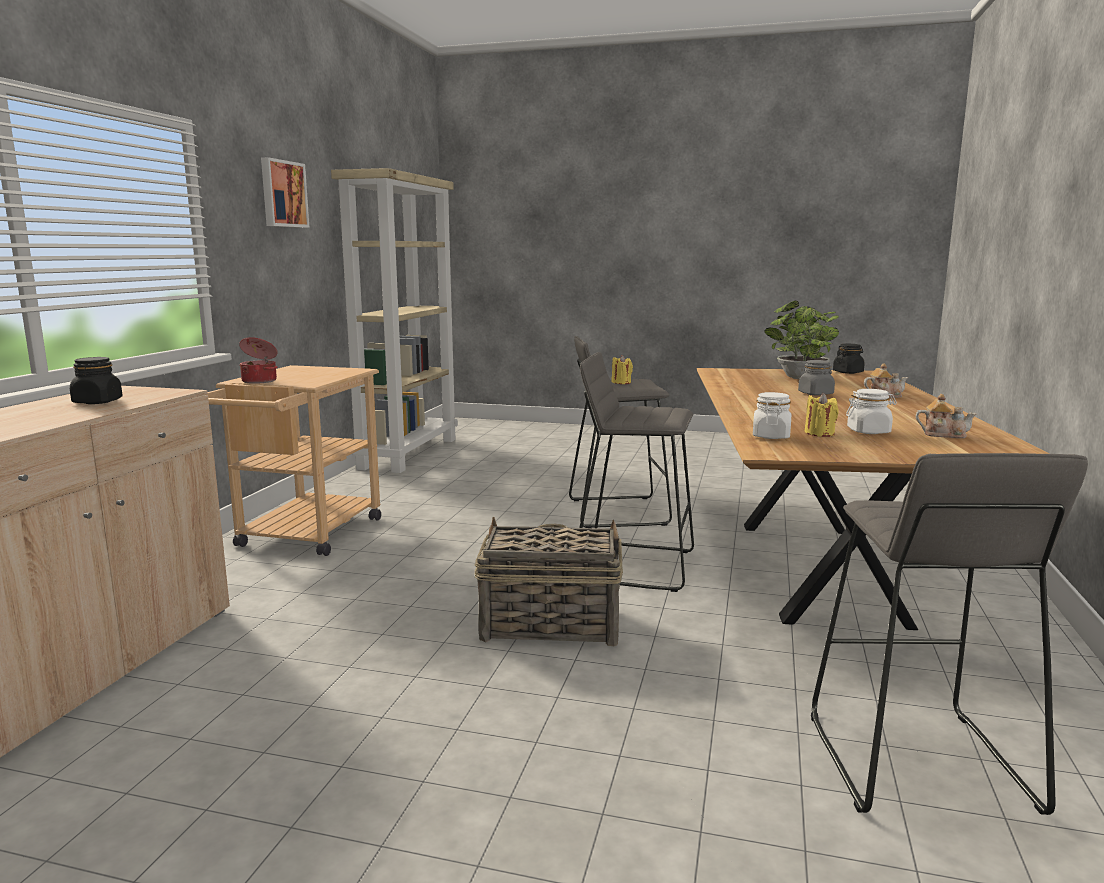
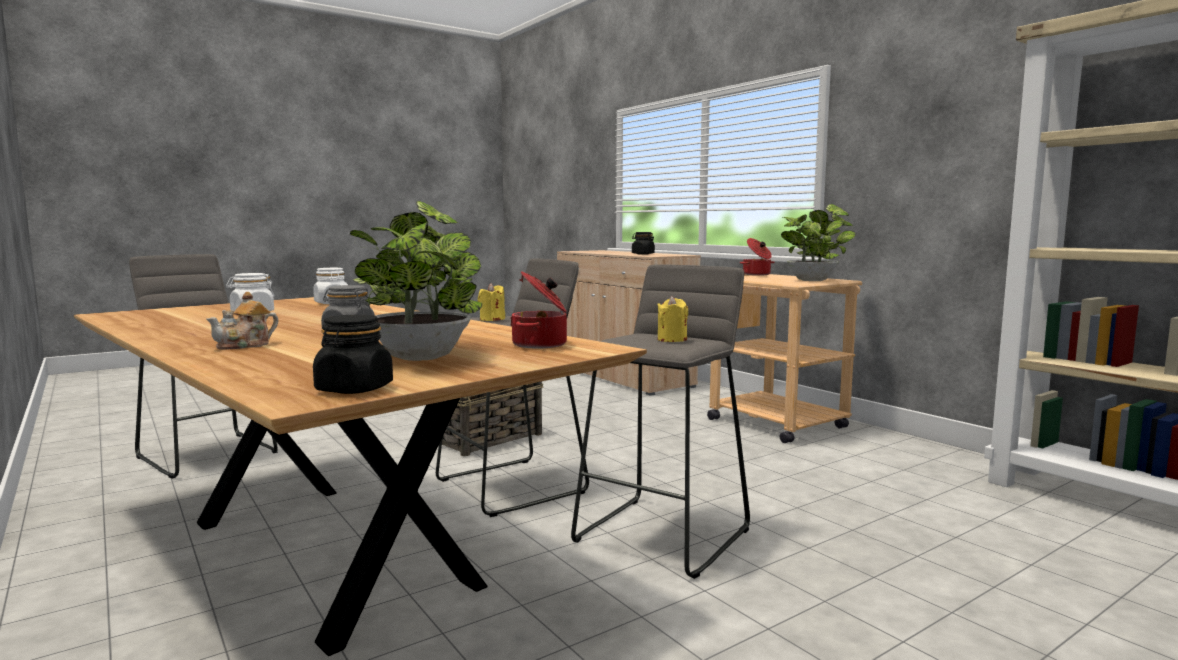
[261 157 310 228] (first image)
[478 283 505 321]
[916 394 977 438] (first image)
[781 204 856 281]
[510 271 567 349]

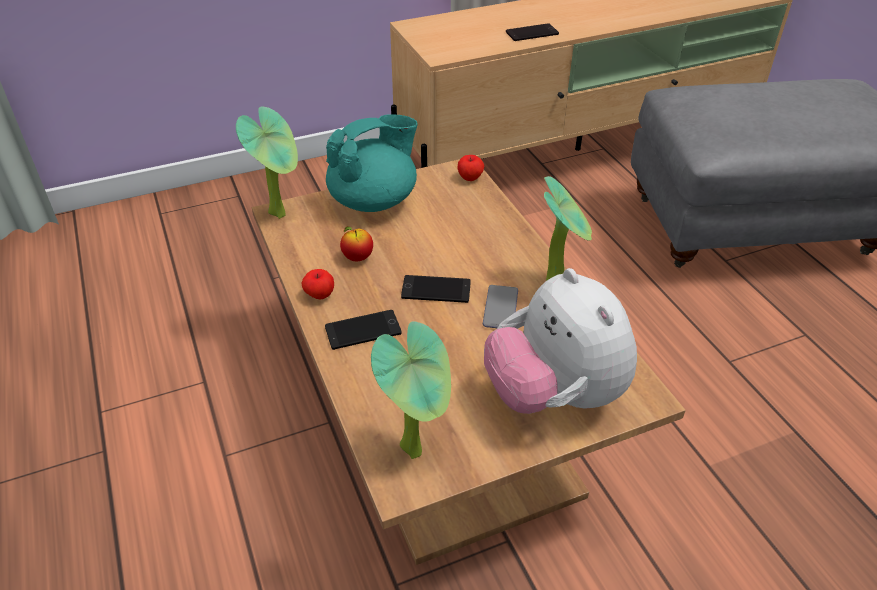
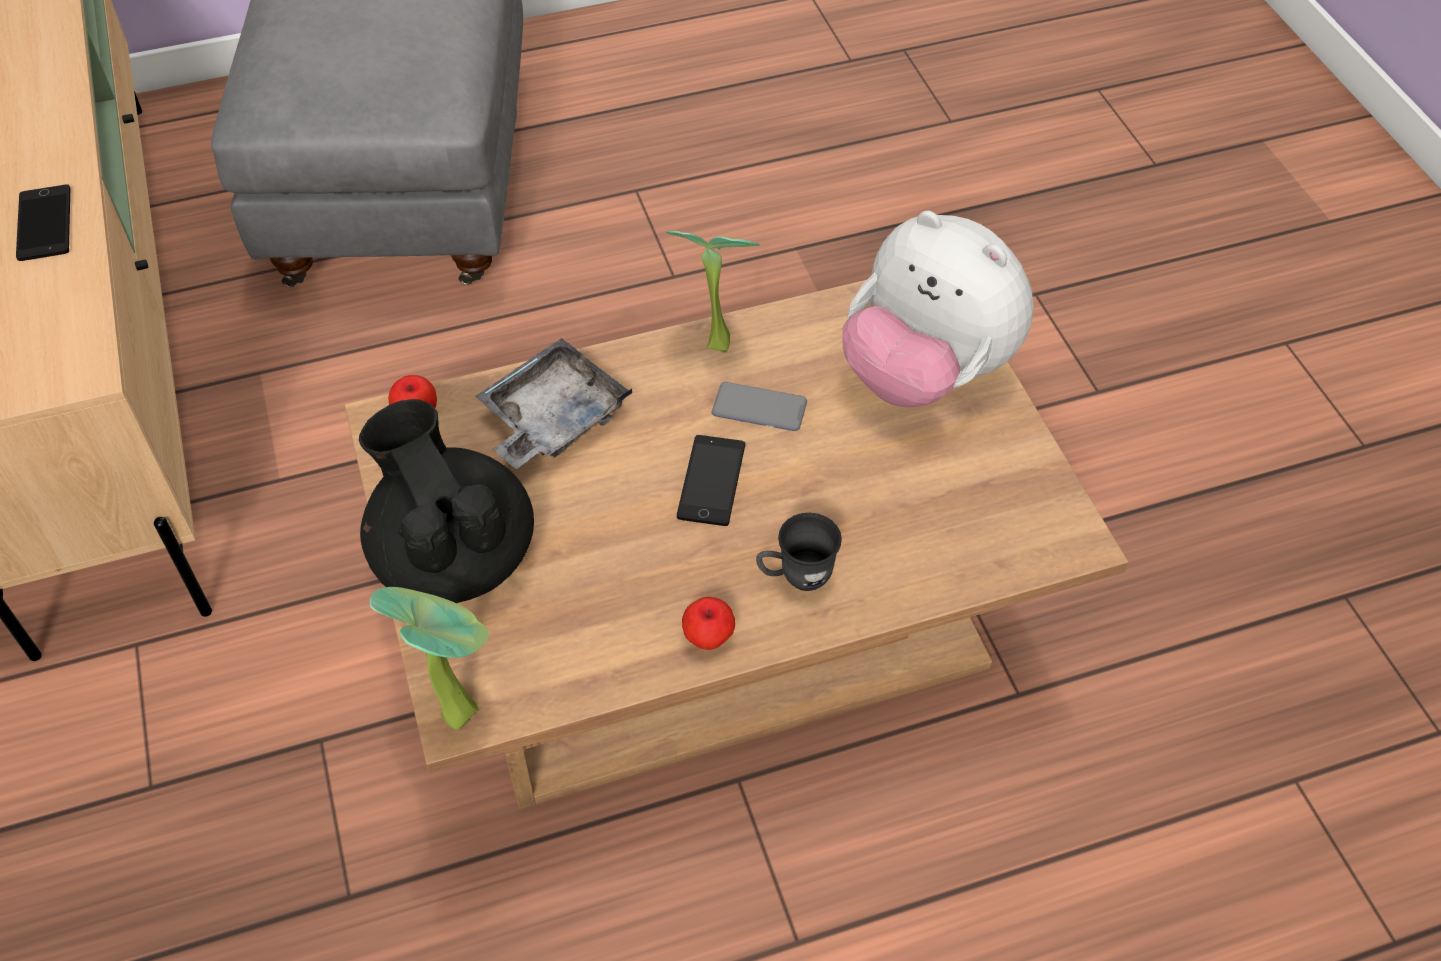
[359 399 534 603]
[340 226 373 261] (first image)
[842 211 1034 407]
[756 513 842 591]
[371 321 451 459] (first image)
[475 338 632 469]

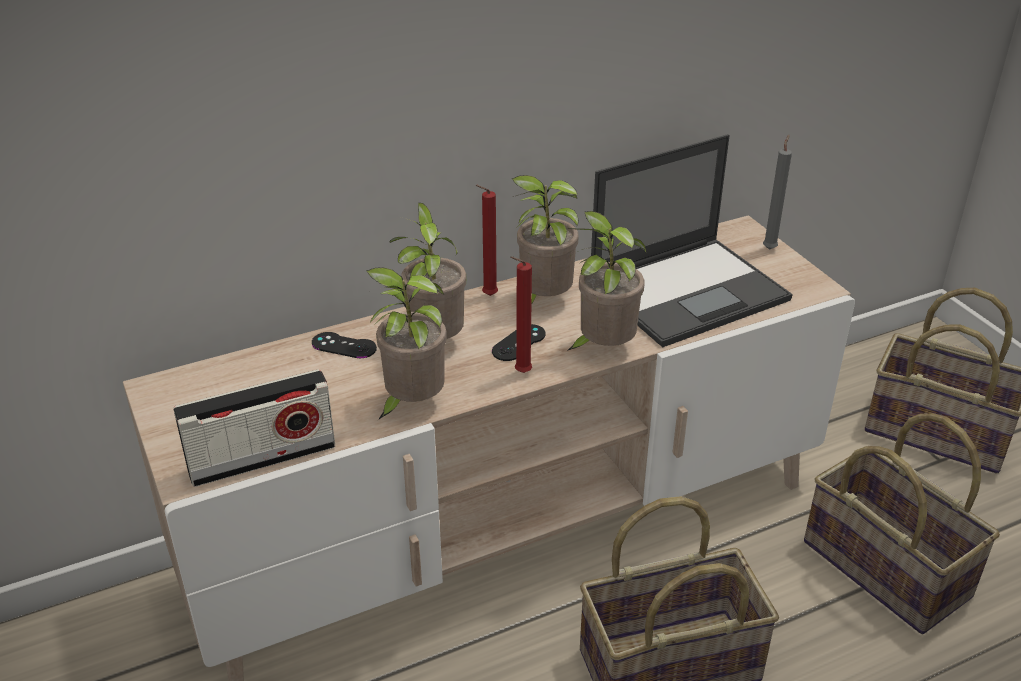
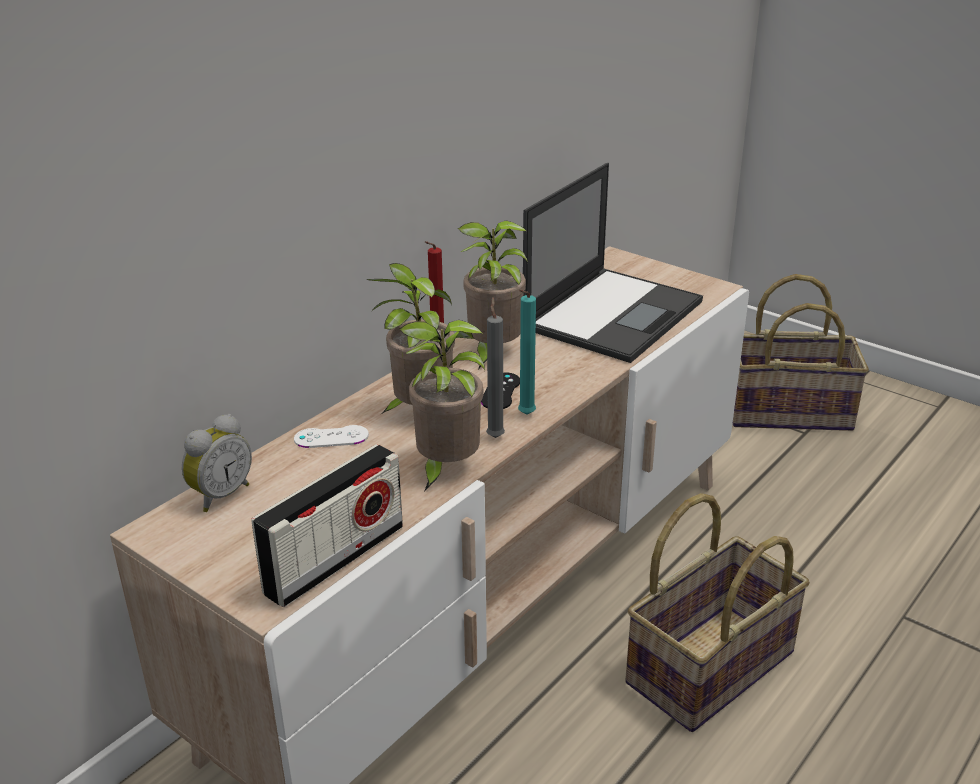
[486 298 505 438]
[567 211 647 351] (first image)
[518 289 536 415]
[294 425 369 448]
[804 413 1000 634] (first image)
[182 414 252 512]

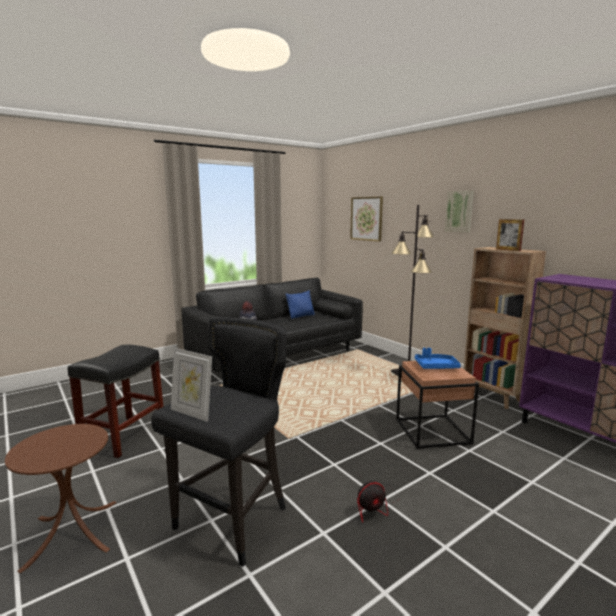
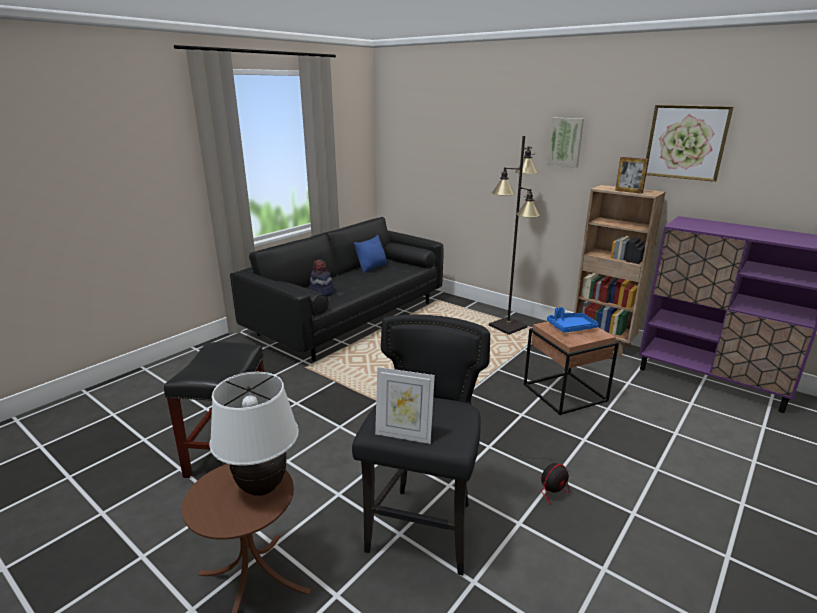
[646 105 733 182]
[210 372 299 496]

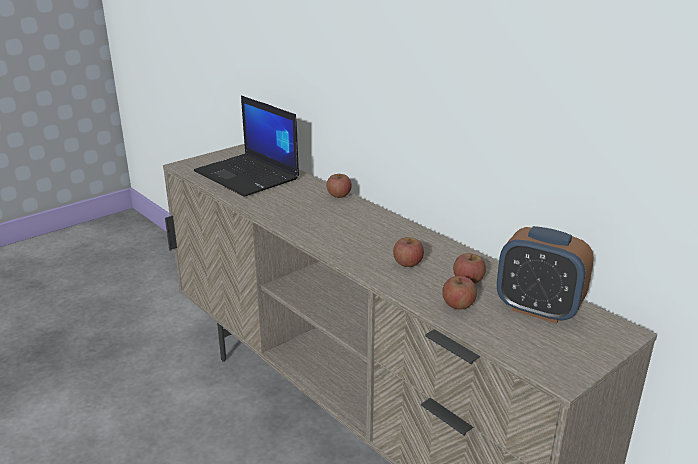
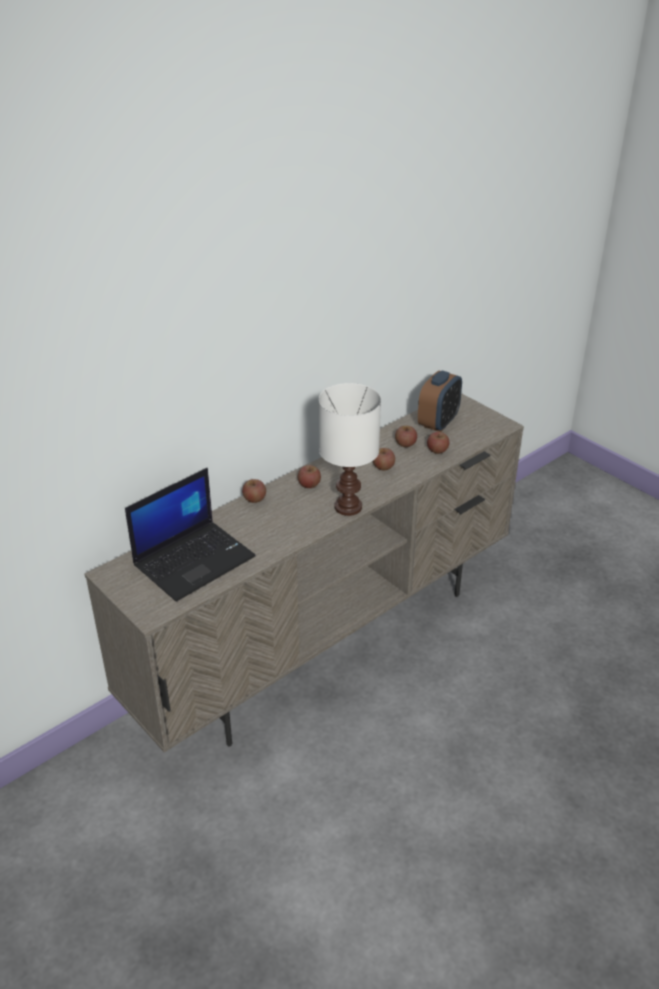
[319 383 381 516]
[298 465 321 488]

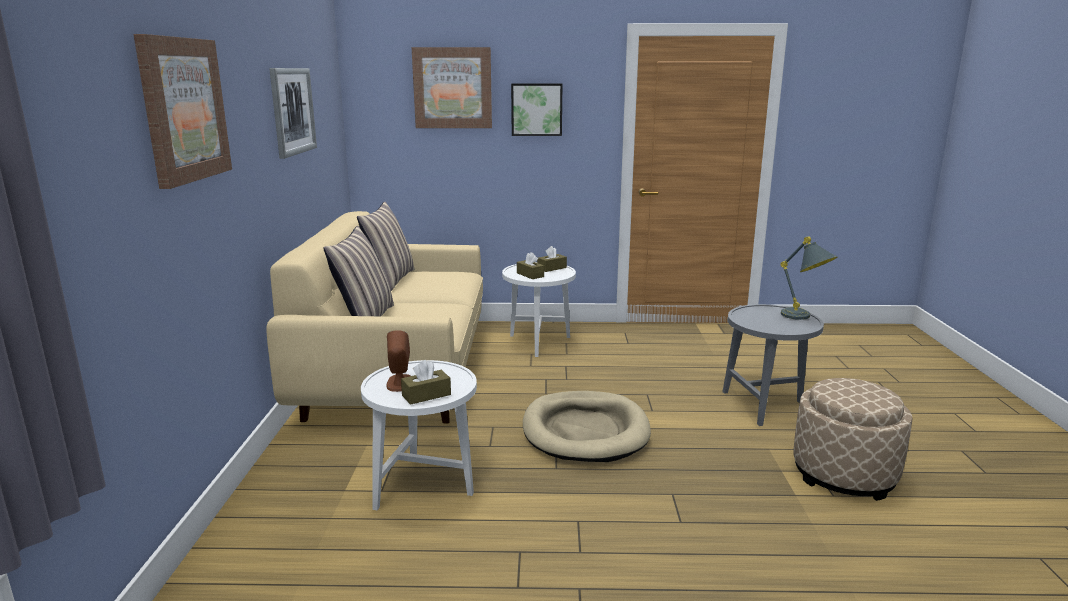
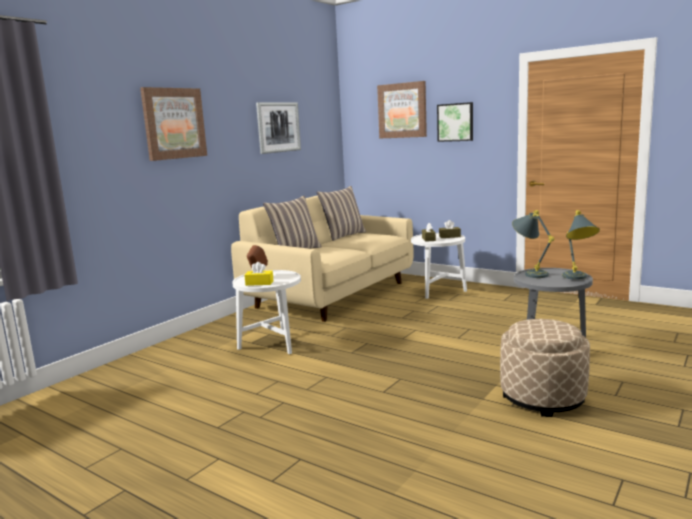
[244 262 273 286]
[523 391 651 462] (first image)
[512 210 554 278]

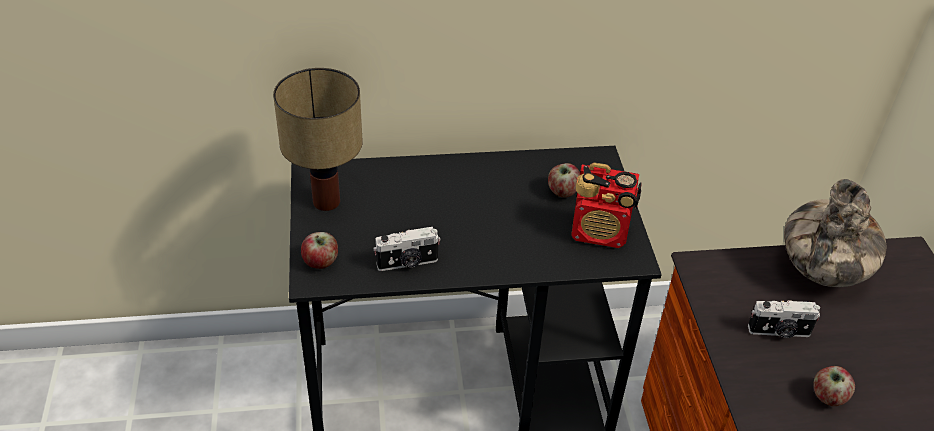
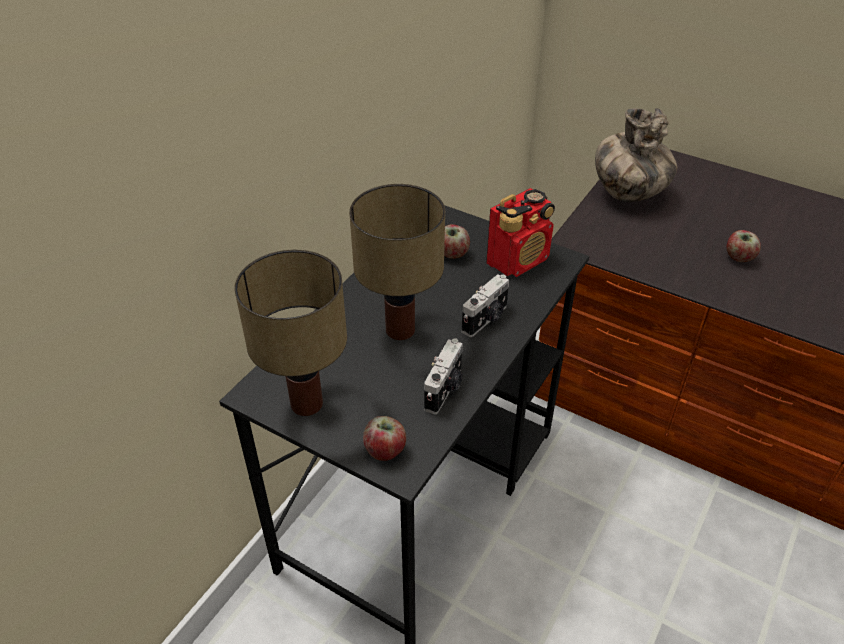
[462 274 509 337]
[349 184 445 340]

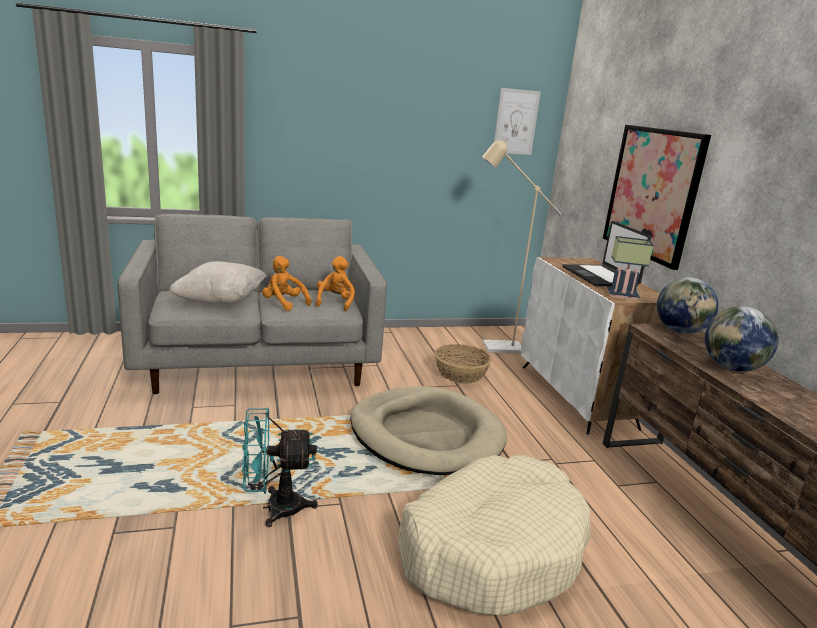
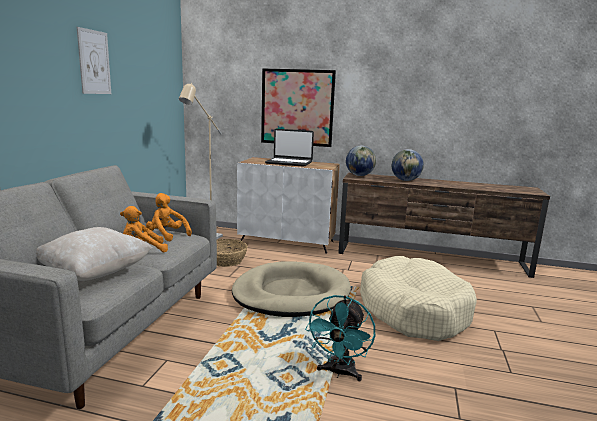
[77 27 111 94]
[606 236 654 300] (first image)

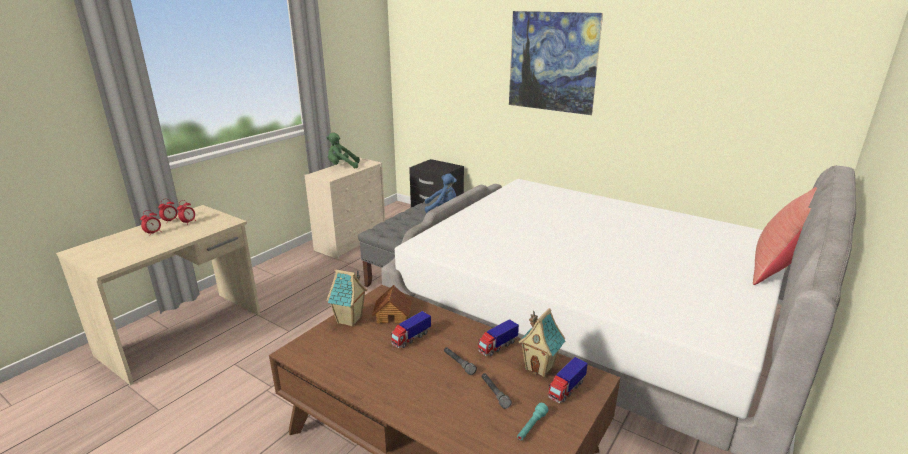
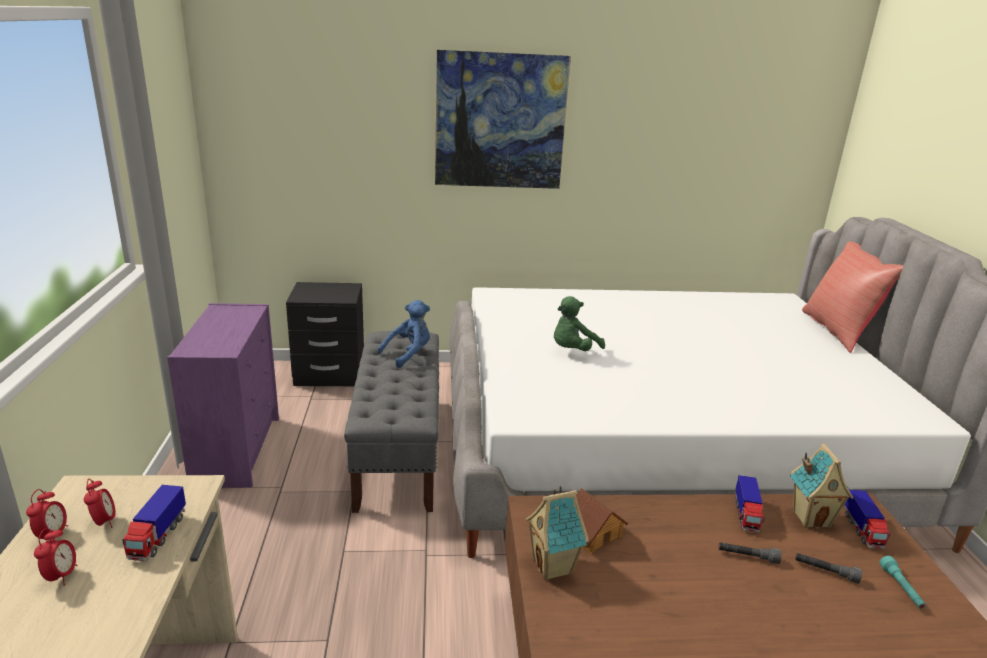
[554 296 605 351]
[167 303 279 488]
[122 485 186 561]

